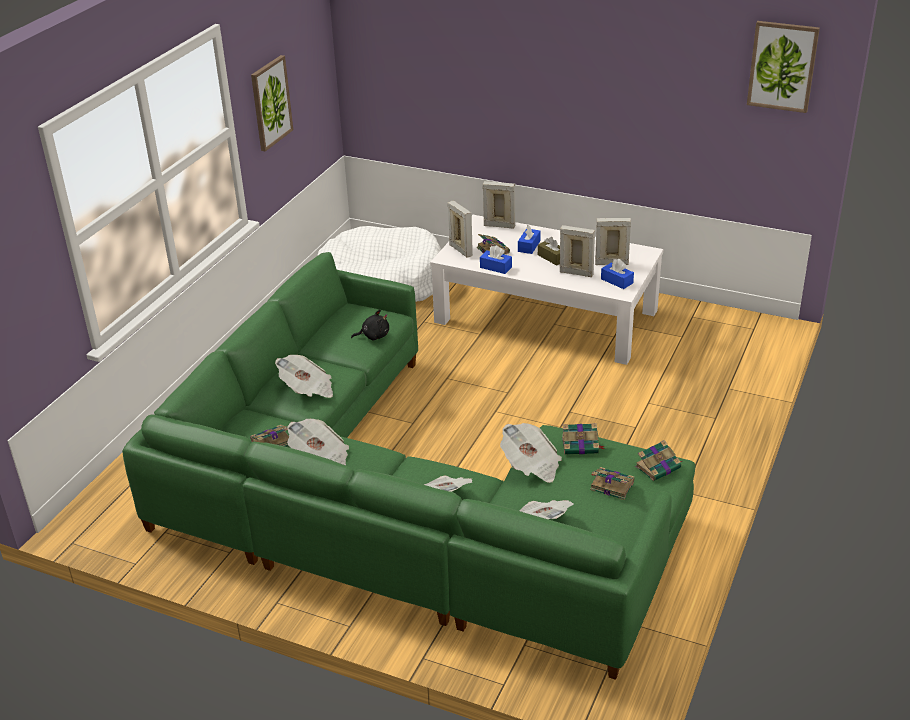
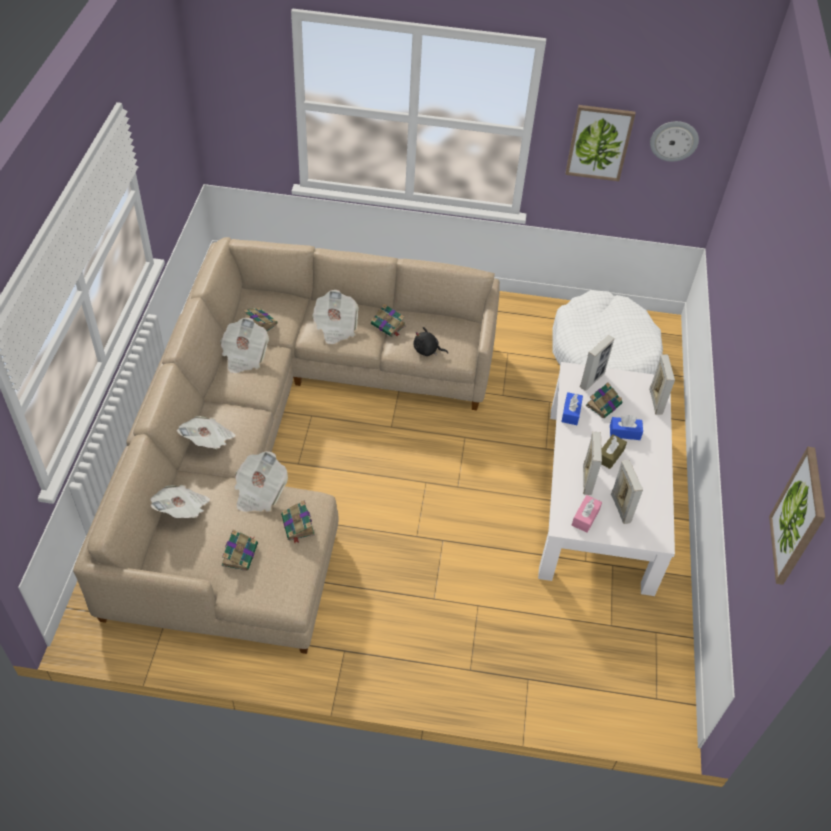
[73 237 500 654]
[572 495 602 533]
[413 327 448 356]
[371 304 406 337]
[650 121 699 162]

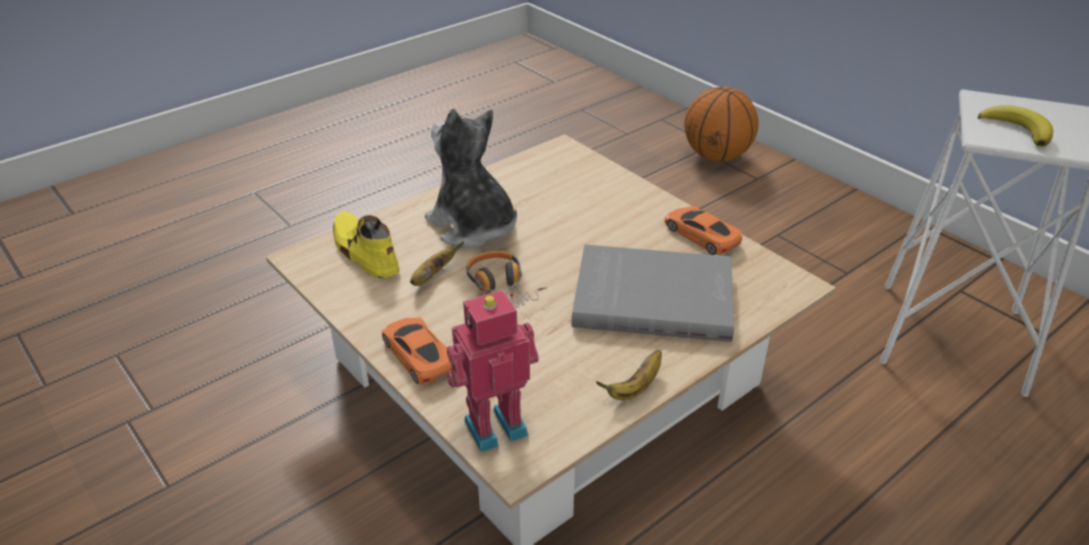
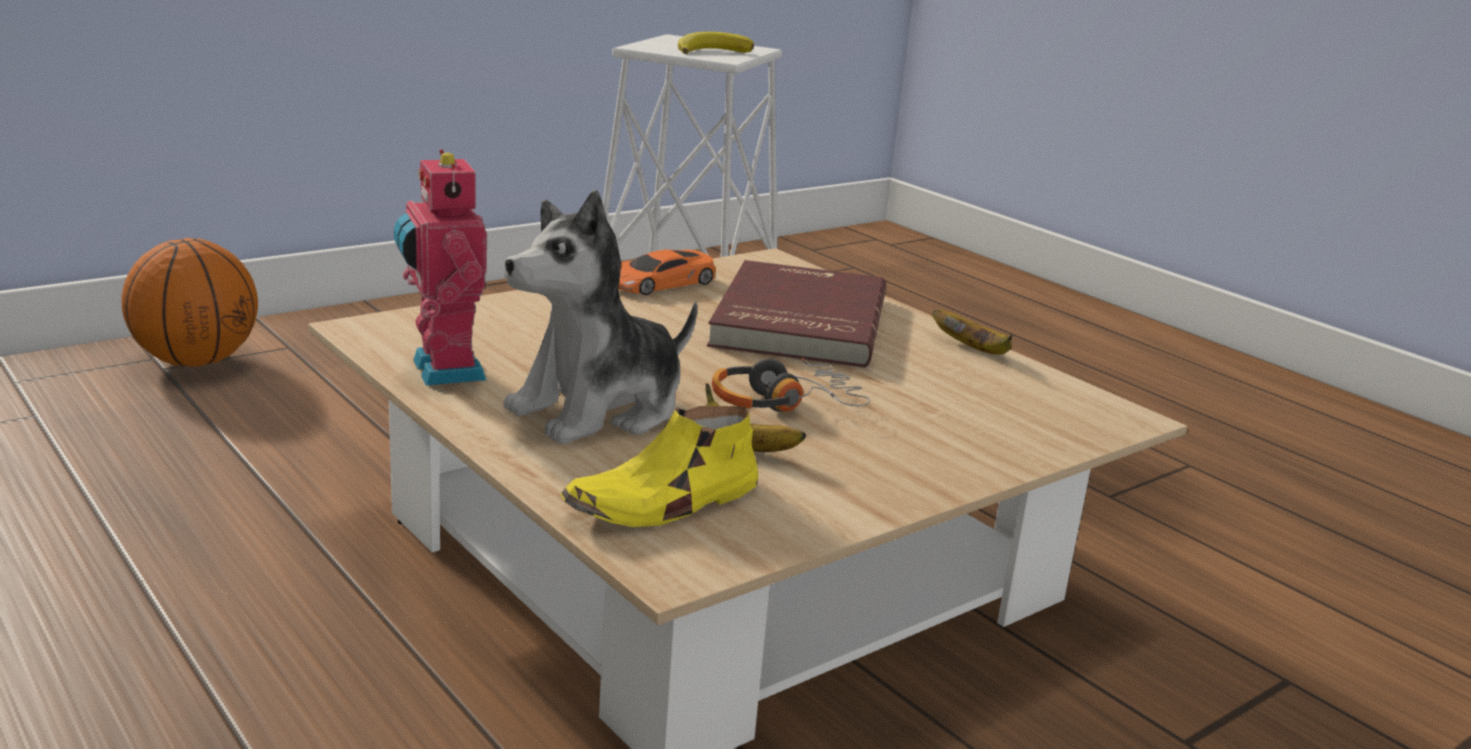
[707 260 886 368]
[394 149 487 386]
[382 317 452 385] (first image)

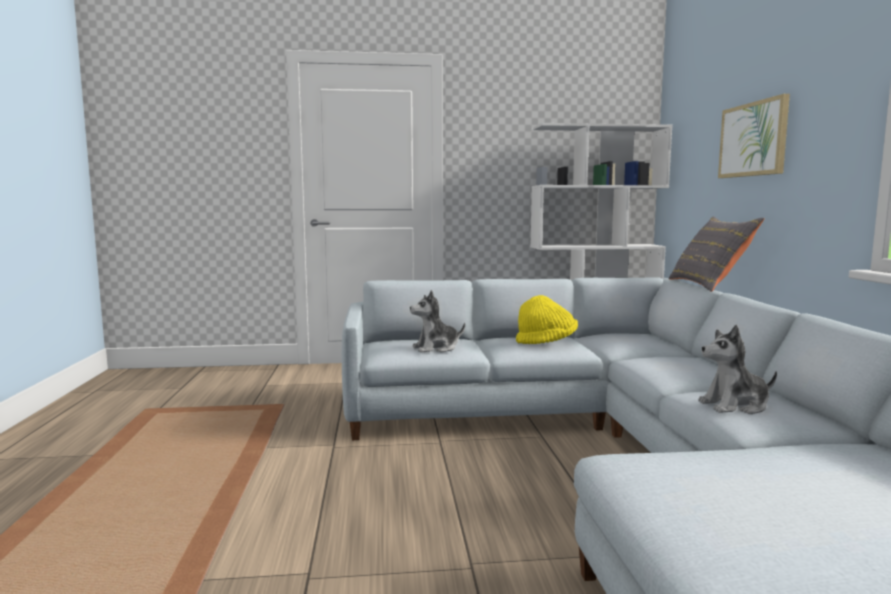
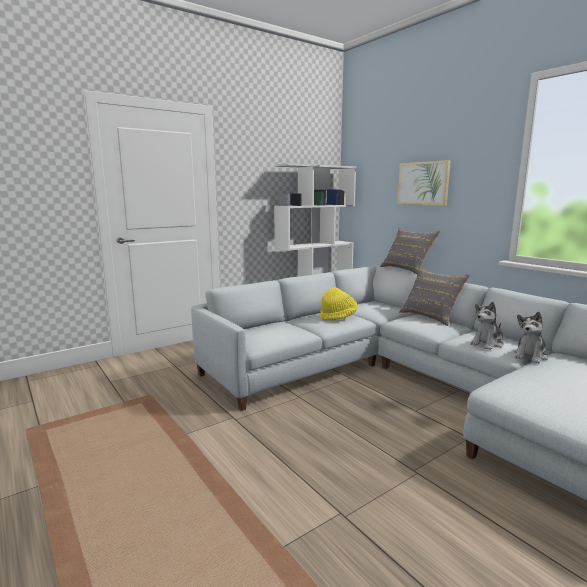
[514 312 548 364]
[399 267 470 326]

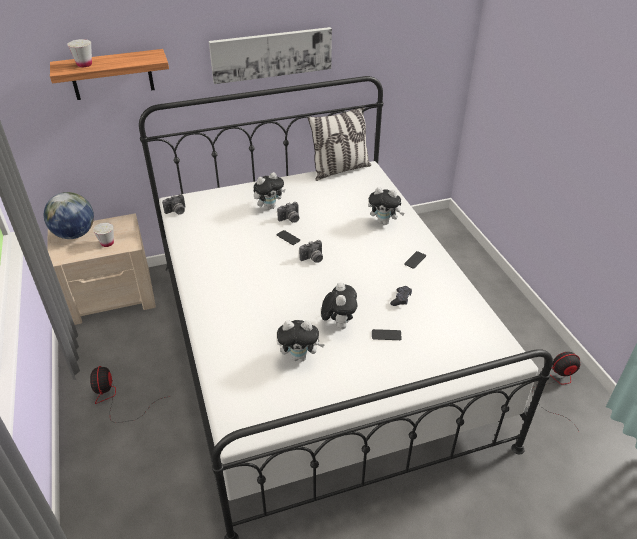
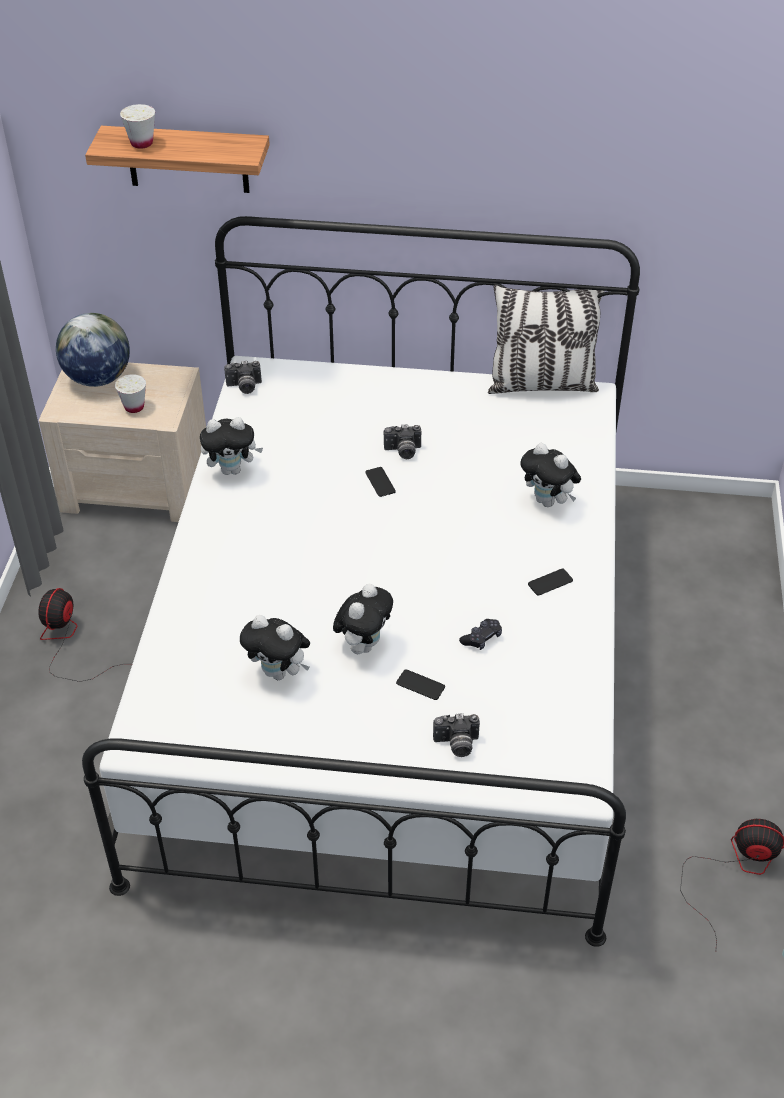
[209 27 332 84] (first image)
[200 417 263 475]
[433 713 480 757]

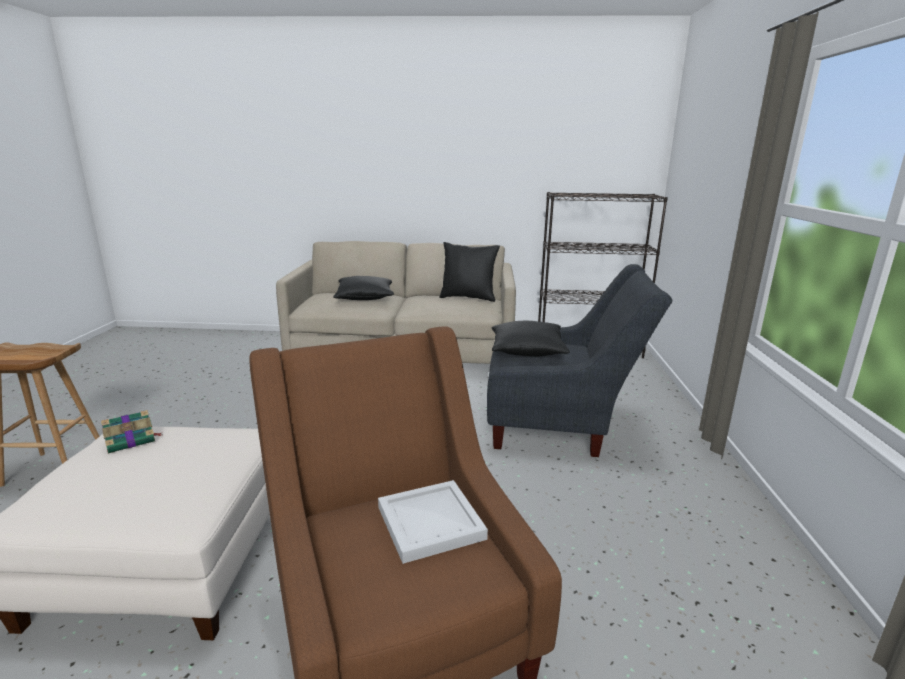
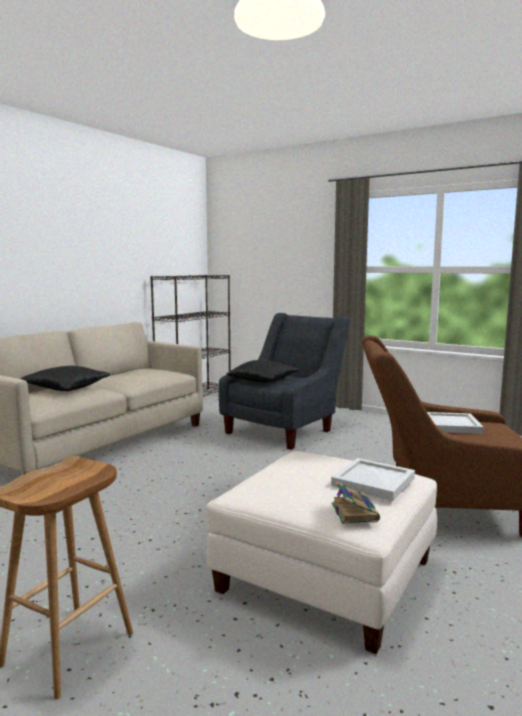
[439 242 500 302] (first image)
[332 482 380 524]
[331 458 415 501]

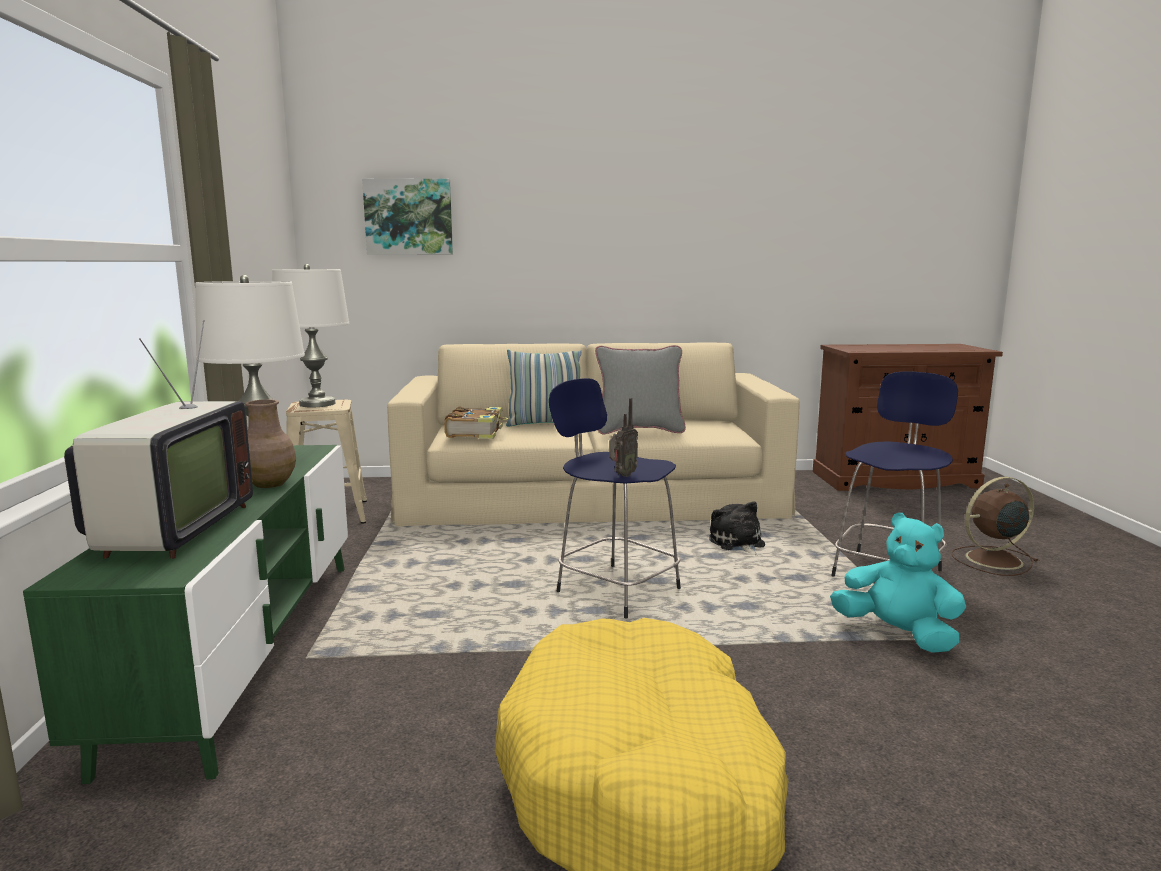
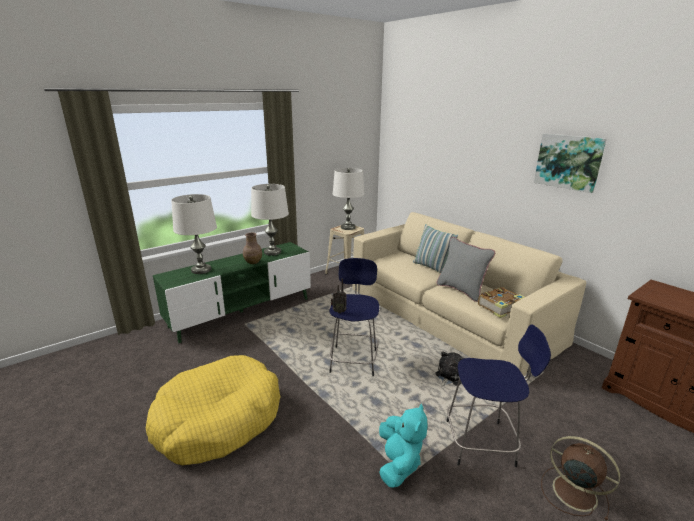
[534 133 607 193]
[171 194 217 274]
[478 287 525 318]

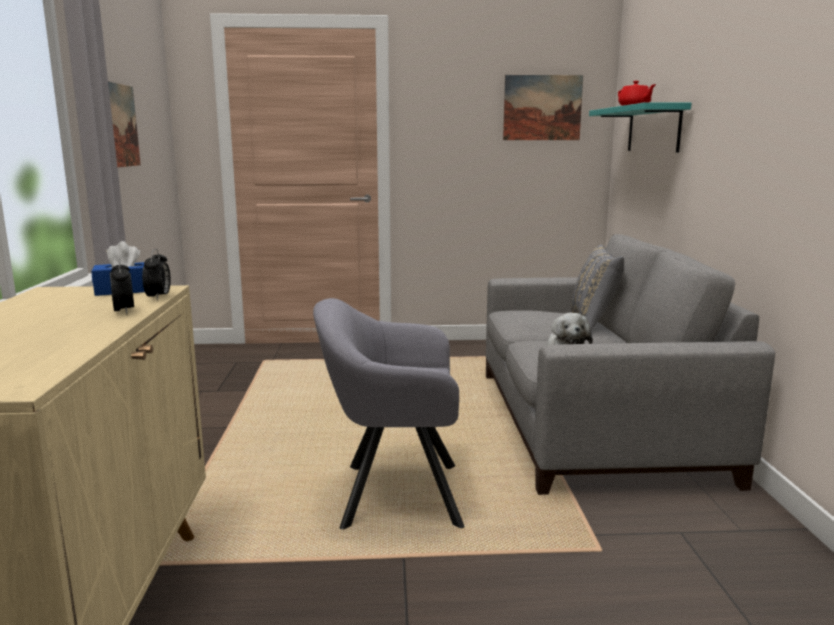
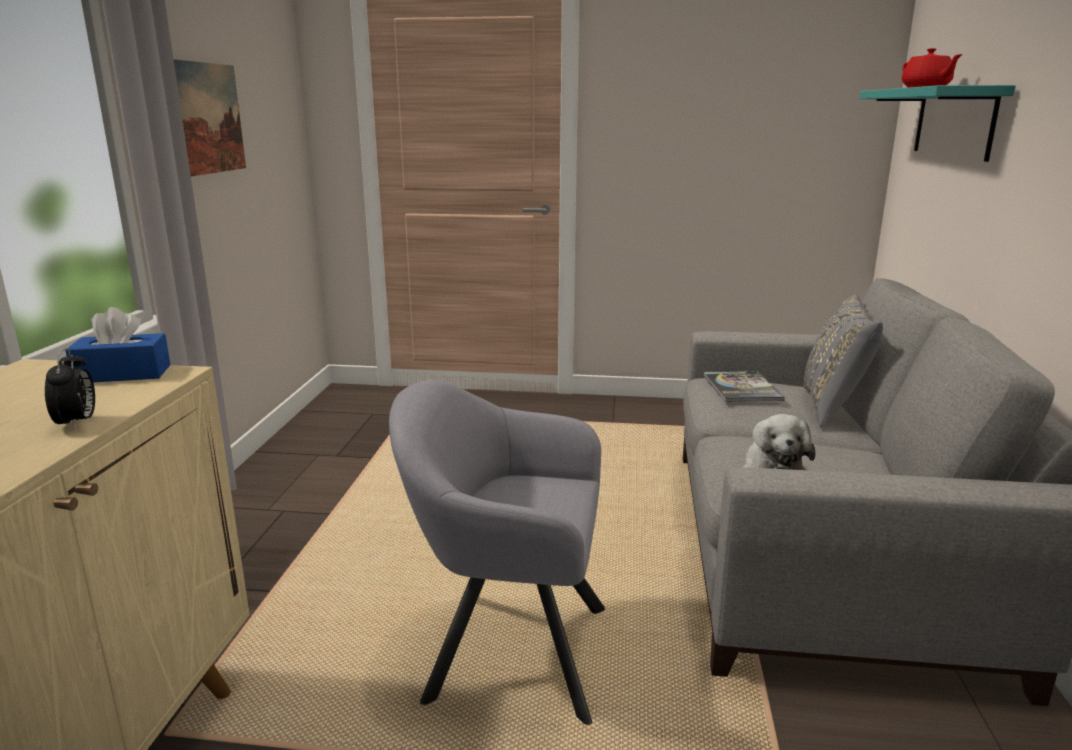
[503 75 583 140] (first image)
[142 249 171 300] (first image)
[703 371 785 402]

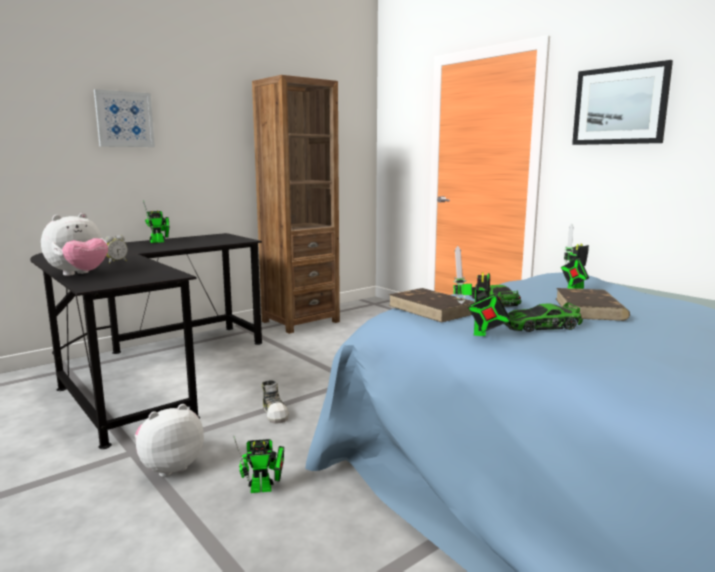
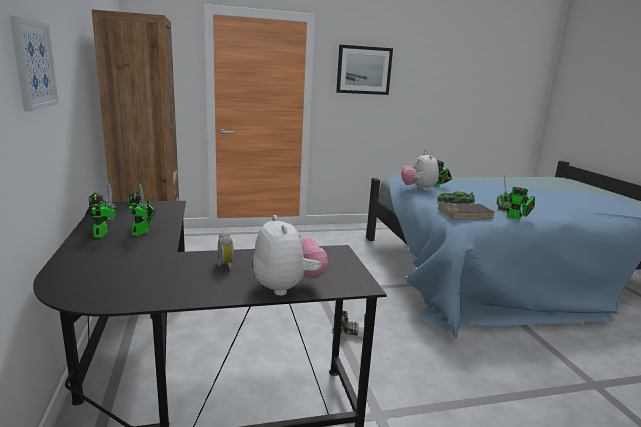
[556 288 630 321] (first image)
[401 152 439 191]
[128 183 156 236]

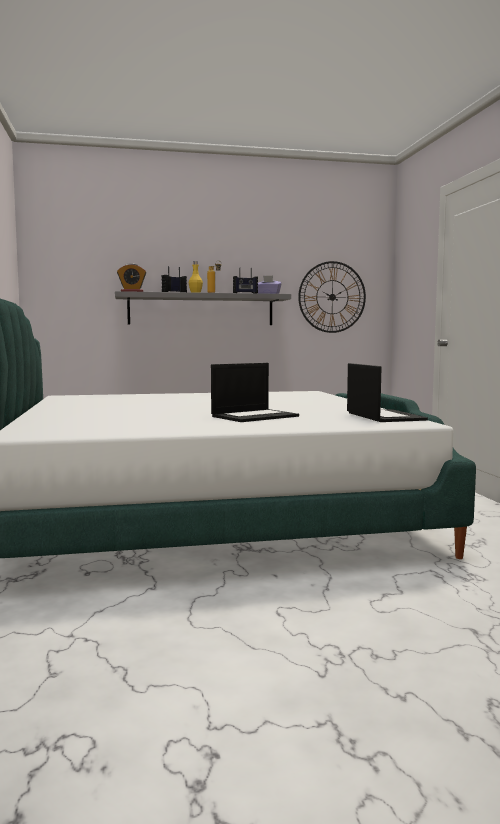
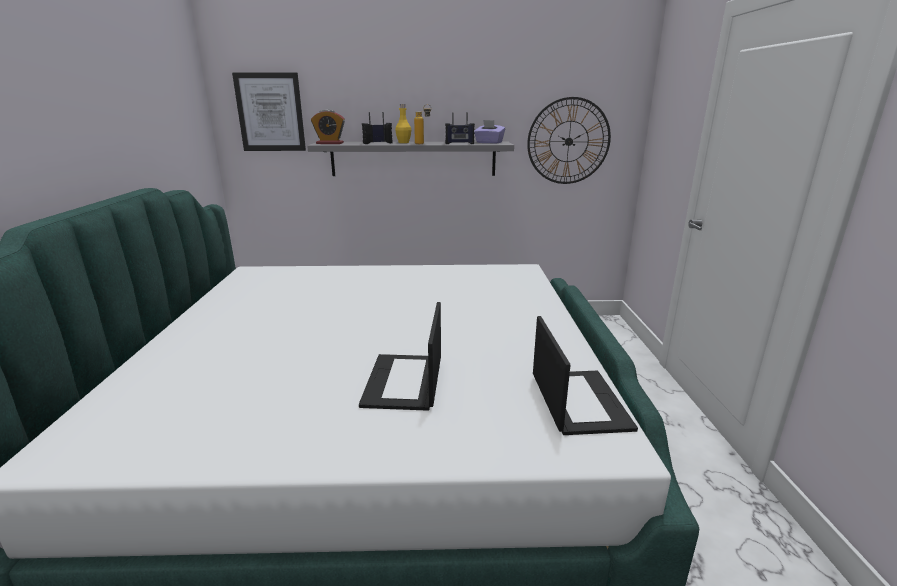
[359 302 441 411]
[232 72 306 151]

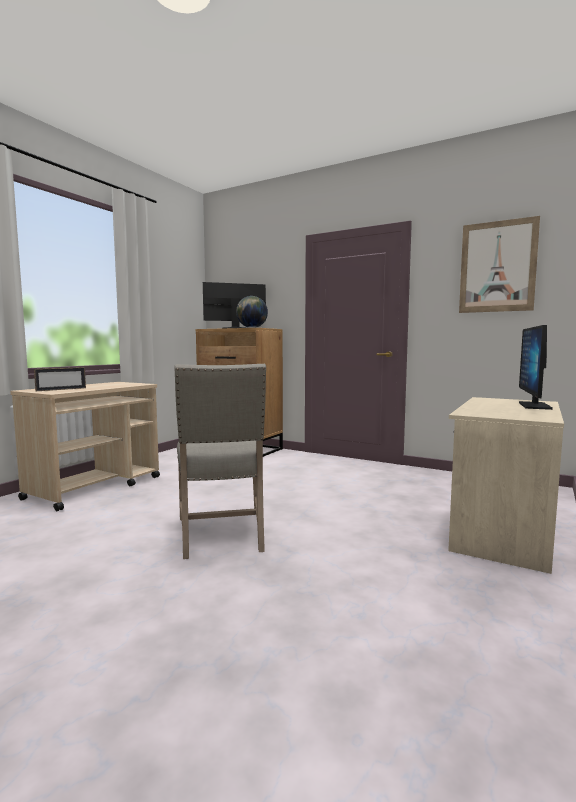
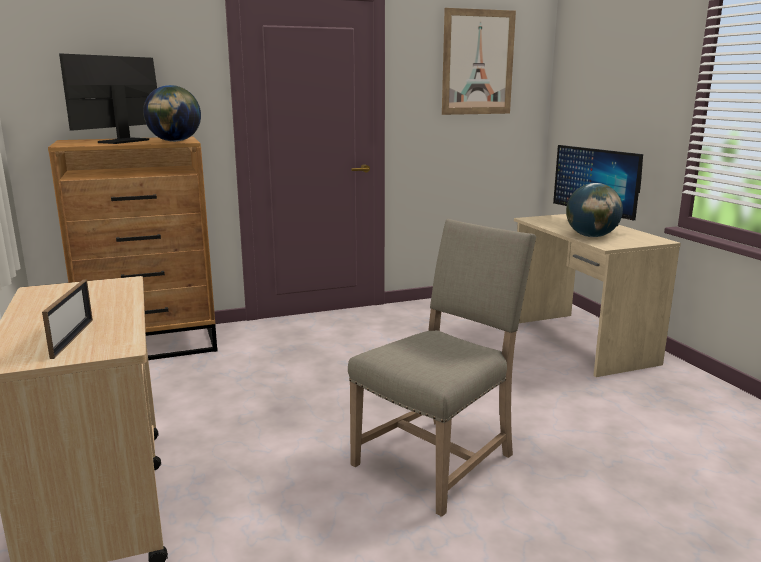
[348 219 536 517]
[566 183 623 237]

